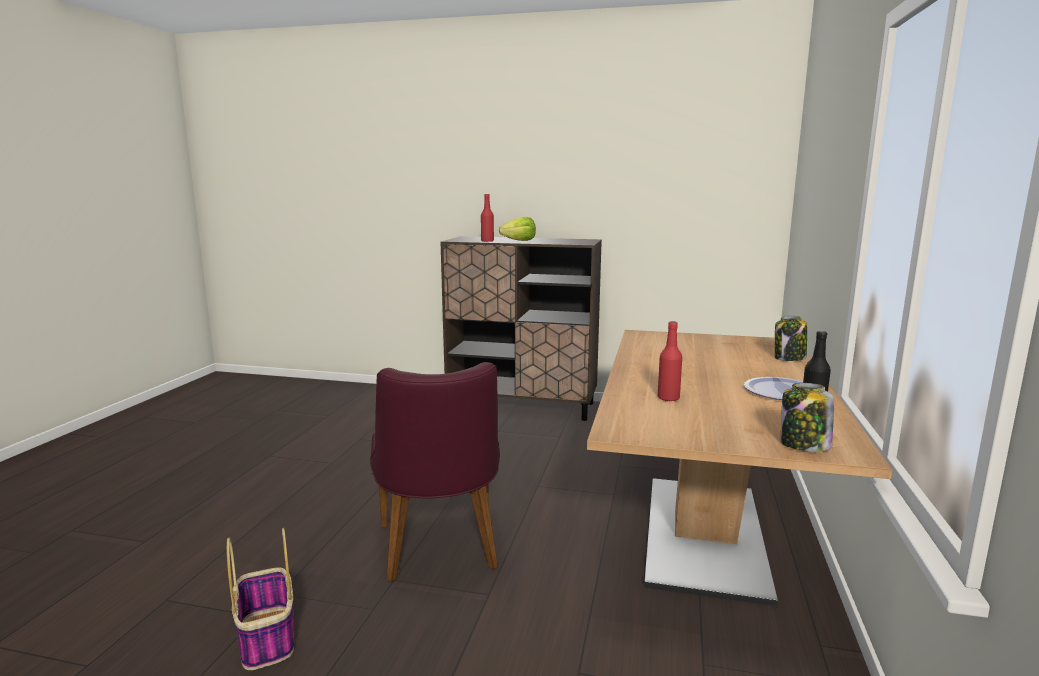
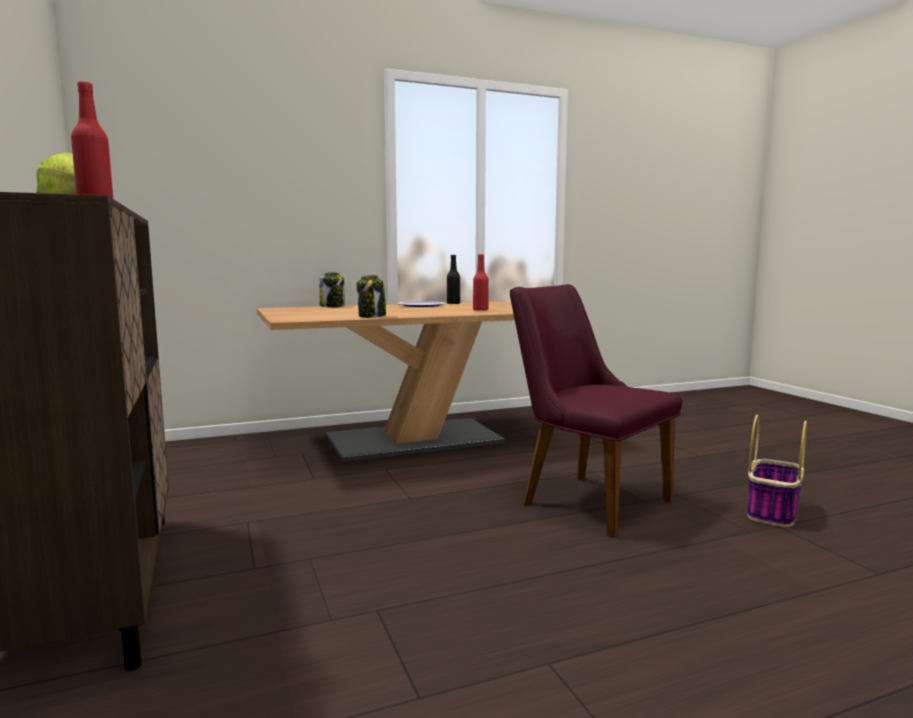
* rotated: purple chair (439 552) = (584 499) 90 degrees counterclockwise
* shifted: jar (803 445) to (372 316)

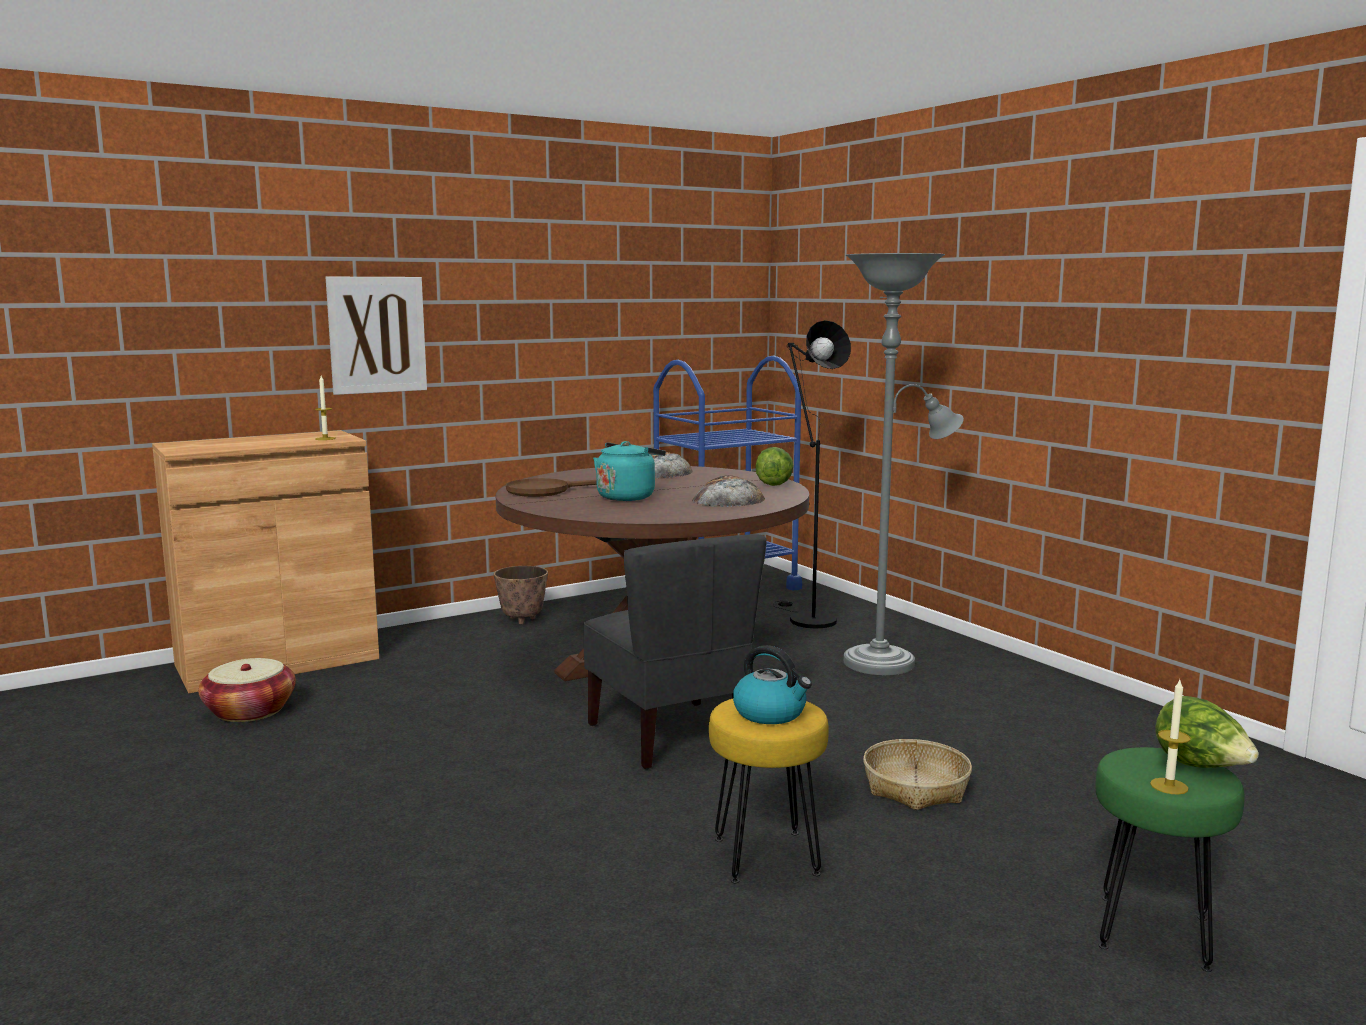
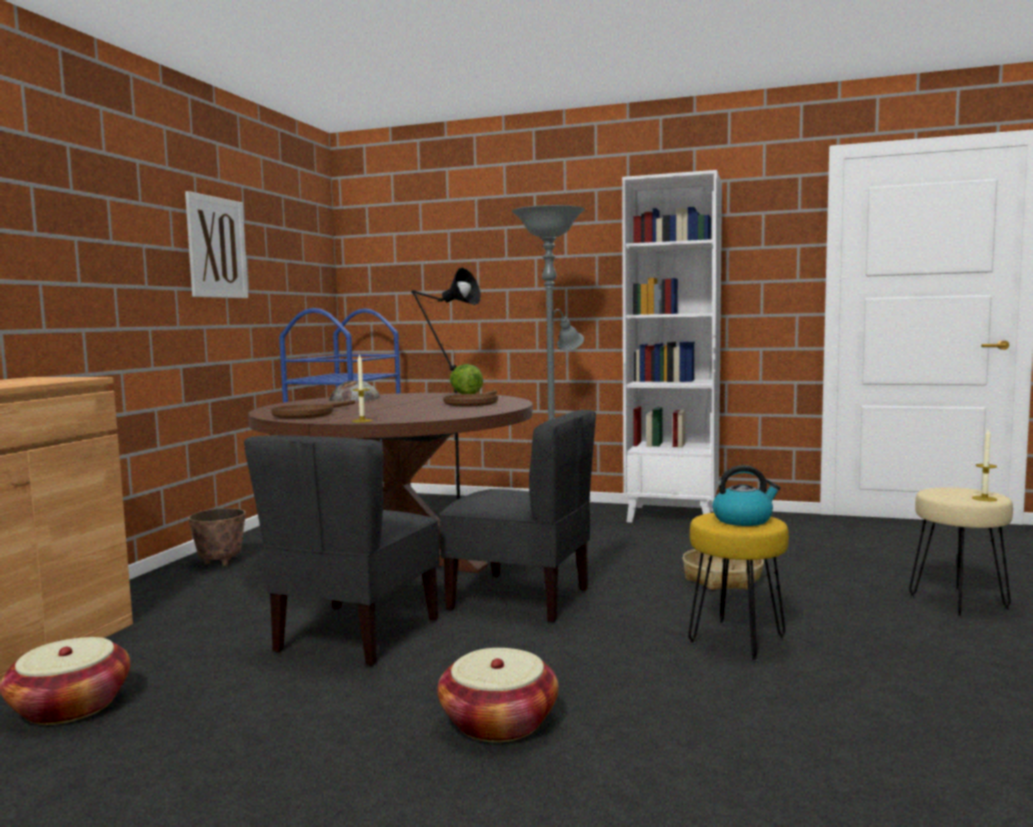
* shifted: candle (325 438) to (362 421)
* shifted: picture (377 335) to (216 247)
* gone: turquoise kettle (628 497)
* swapped: bread (728 499) to brown frying pan (473 403)
* repainted: green stool (1155 931) to beige stool (958 602)
* gone: lettuce (1201 767)
* new: grey chair (355 635)
* new: basket (499 722)
* new: white bookcase (673 516)

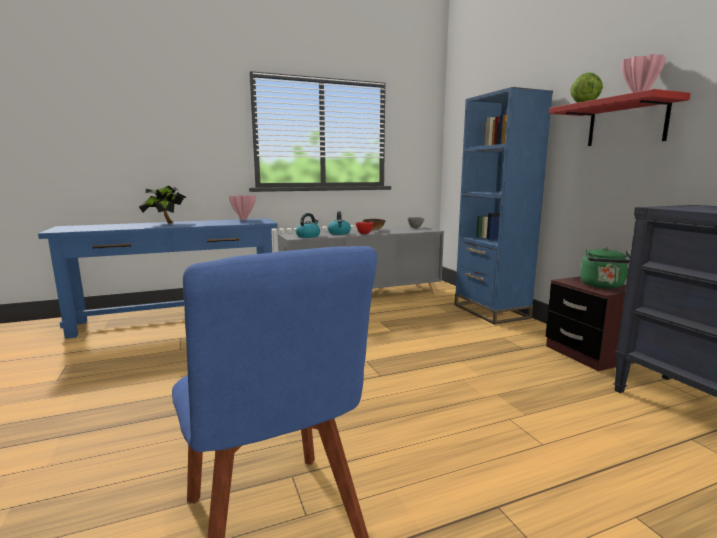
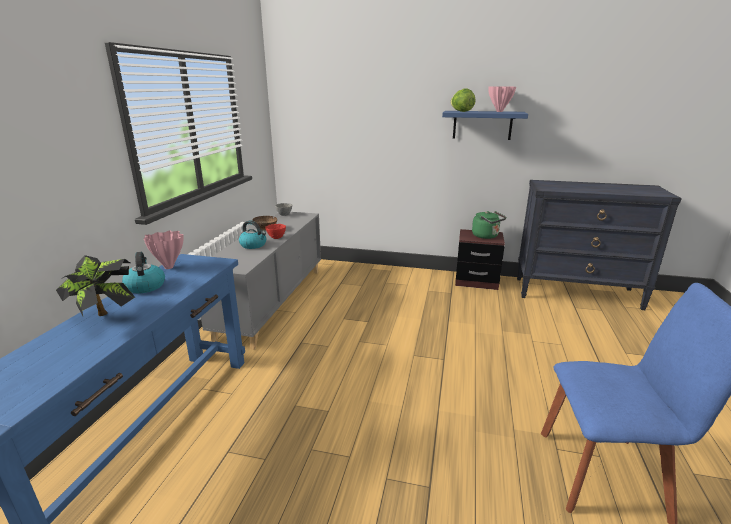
* shifted: kettle (308 236) to (145 286)
* gone: blue bookcase (491 311)
* repainted: red shelf (626 123) to blue shelf (482 125)

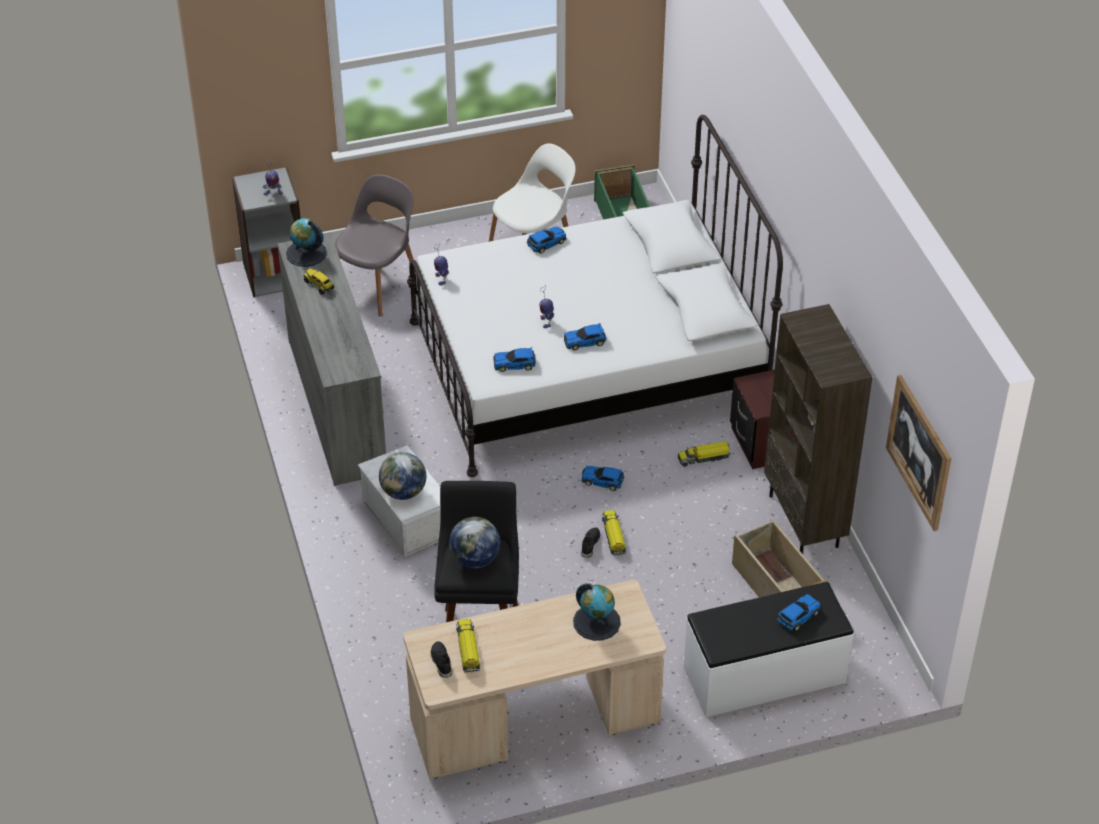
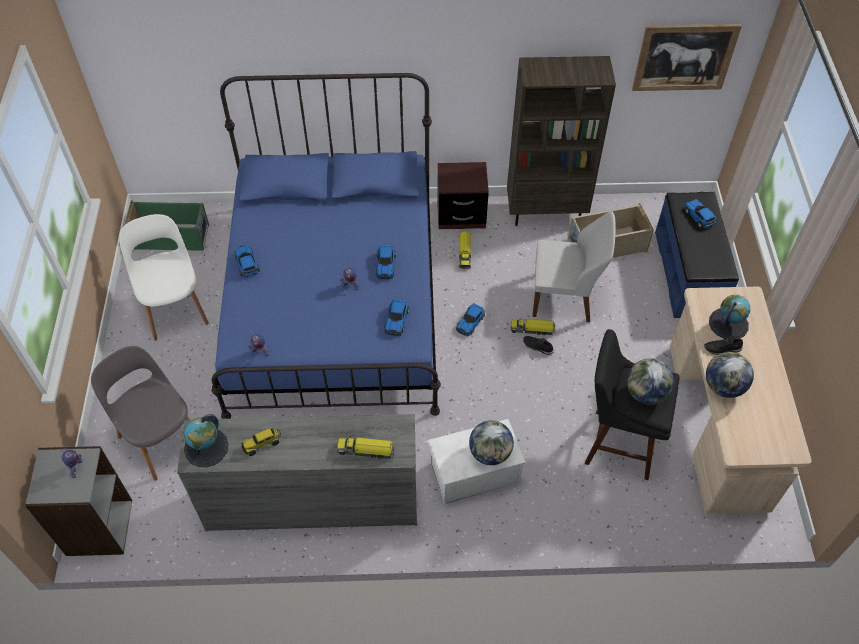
* repainted: white bed (587 366) to blue bed (335 302)
* shifted: black shoe (441 662) to (722 349)
* shifted: toy truck (468 650) to (366 450)
* repainted: white bench (764 676) to blue bench (688 273)
* new: white chair (564 298)
* new: globe (723 387)

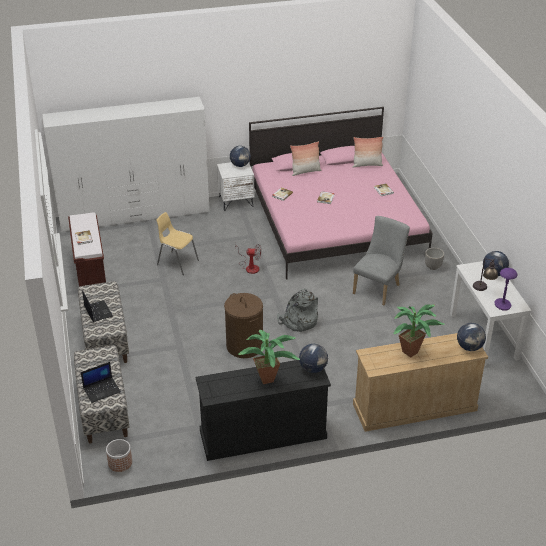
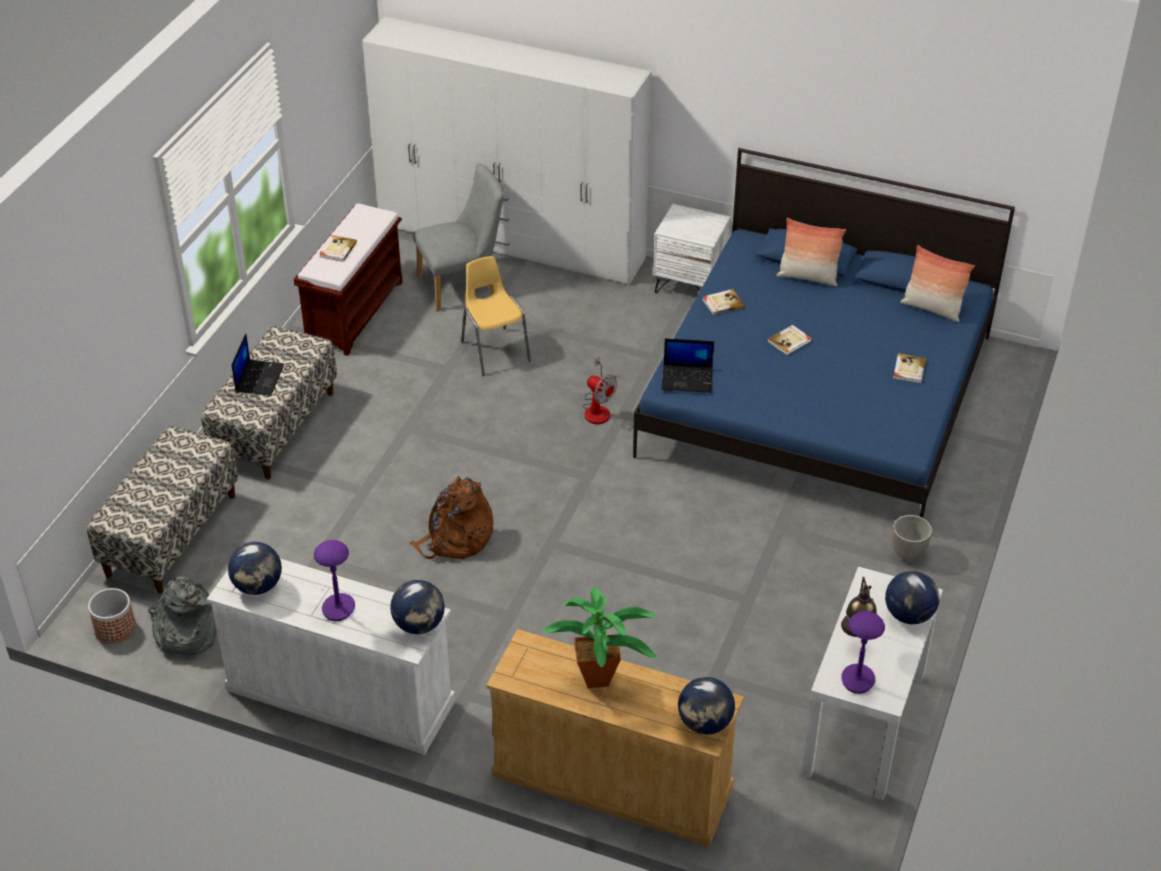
* shifted: laptop (102 390) to (688 379)
* repainted: black dresser (262 435) to white dresser (339 695)
* swapped: brown laundry basket (244 346) to brown backpack (456 539)
* shifted: globe (240 165) to (258 586)
* swapped: potted plant (270 379) to purple table lamp (338 608)
* repainted: pink bed (335 223) to blue bed (818 395)
* shifted: grey backpack (298 321) to (186 631)
* shifted: grey chair (378 288) to (463 285)

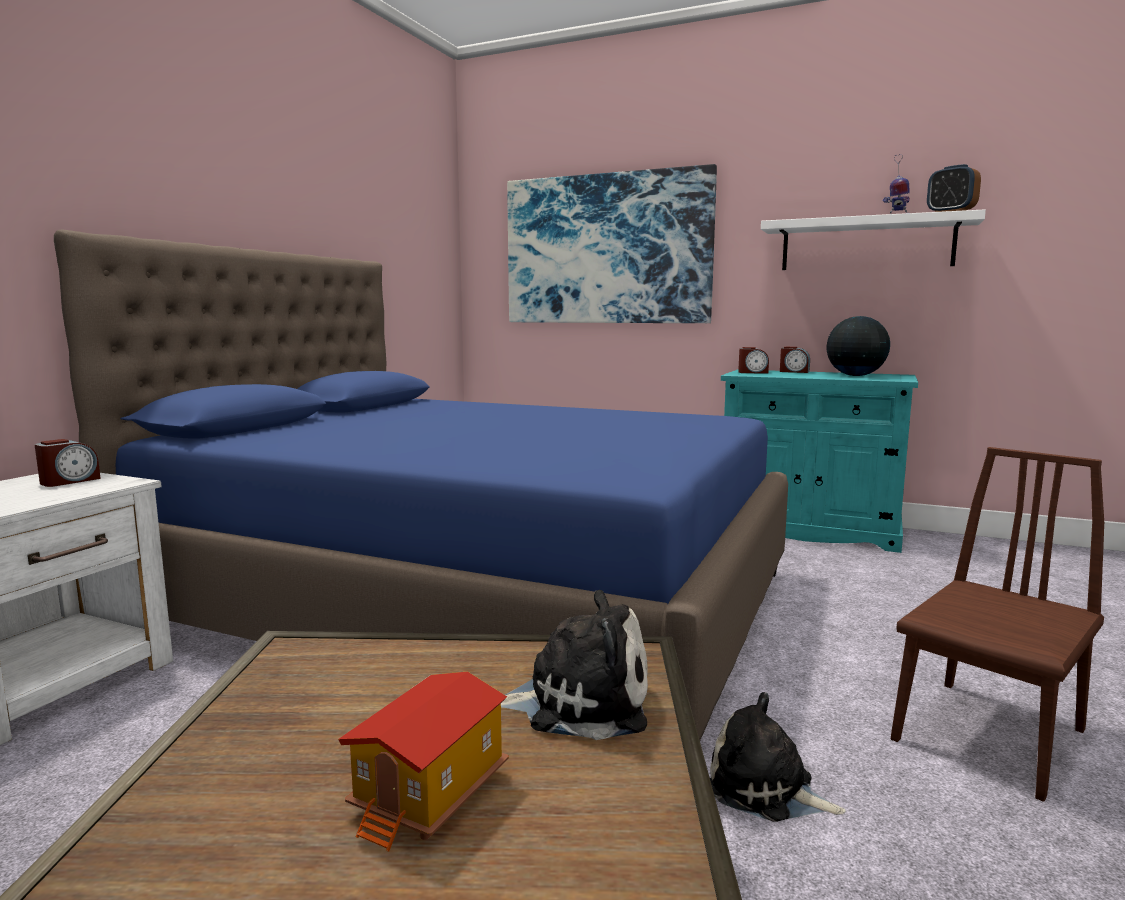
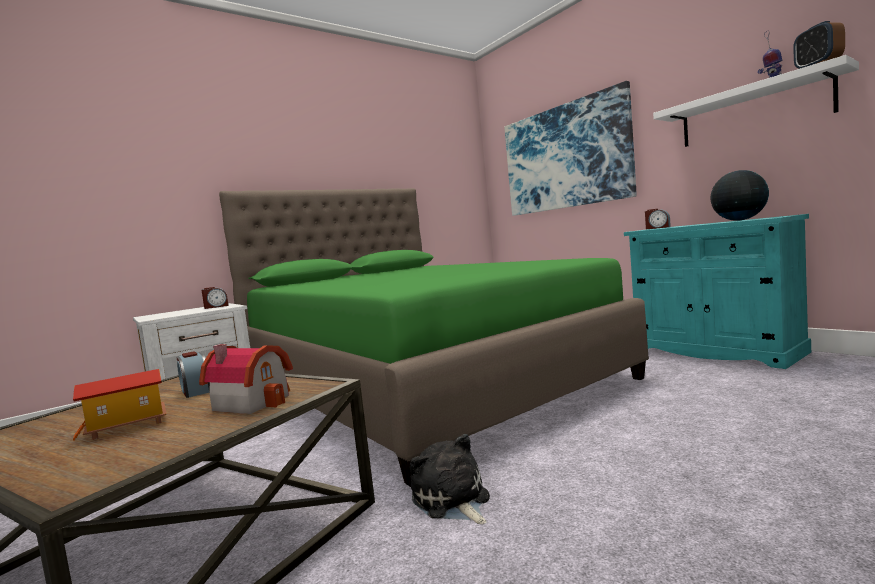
* repainted: blue bed (475 599) to green bed (422 381)
* swapped: plush toy (579 701) to toy house (253 401)
* shifted: alarm clock (794 372) to (195 390)
* gone: brown chair (988 735)

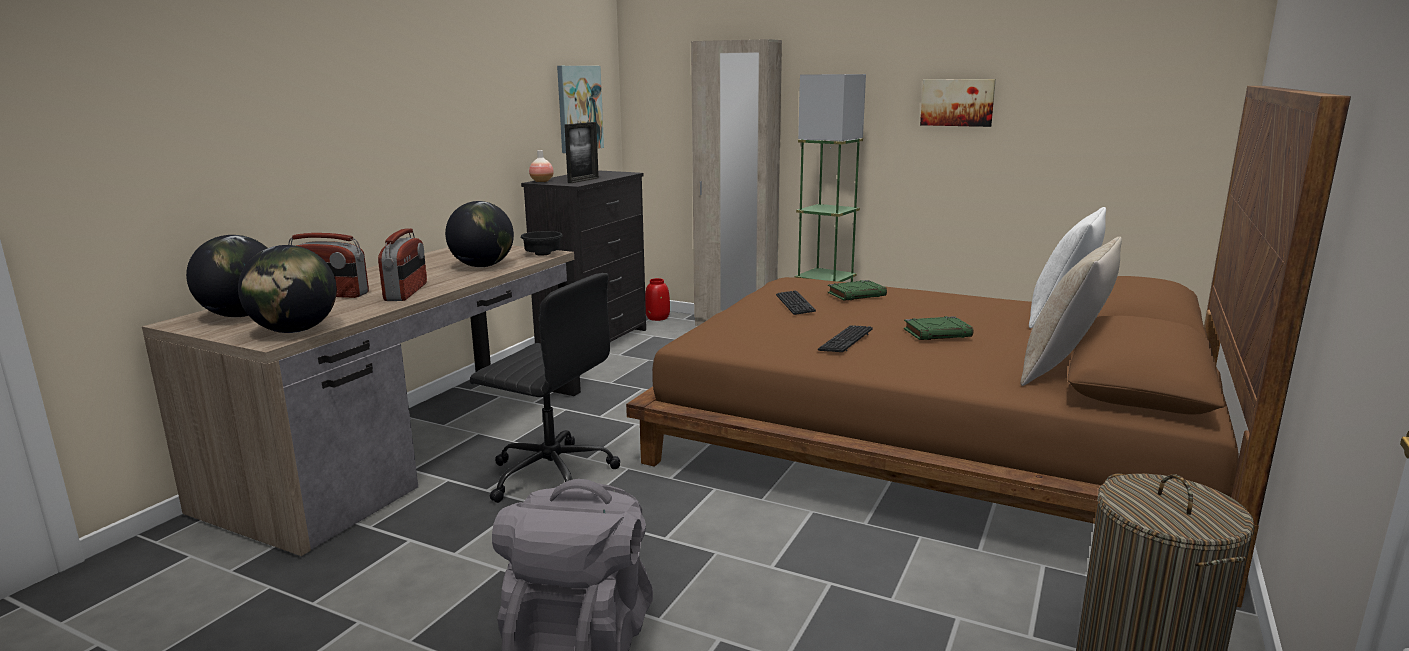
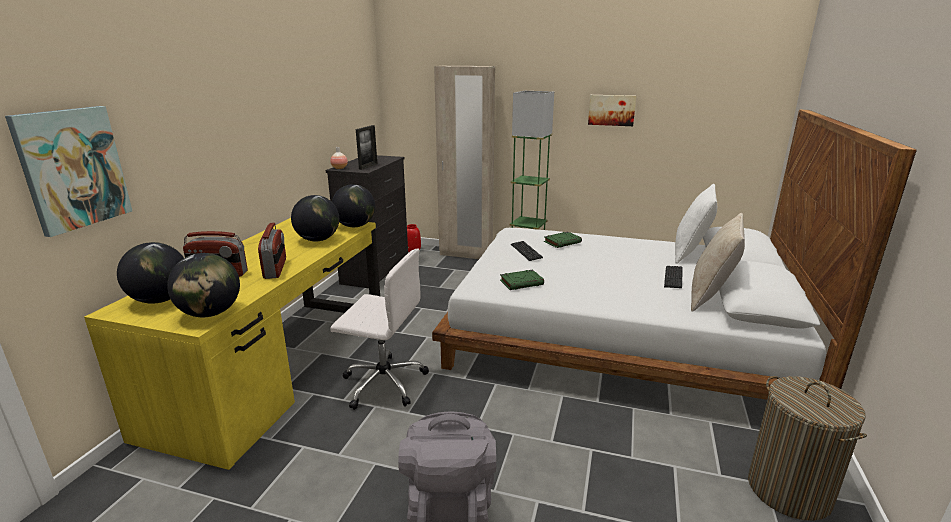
* repainted: brown desk (413 445) to yellow desk (278 367)
* repainted: black office chair (550 474) to white office chair (383 383)
* swapped: black bowl (543 254) to globe (355 226)
* shifted: picture (579 108) to (73 168)
* repainted: brown bed (932 441) to white bed (617 335)
* shifted: keyboard (846 340) to (673 278)
* shifted: green book (938 333) to (522 282)

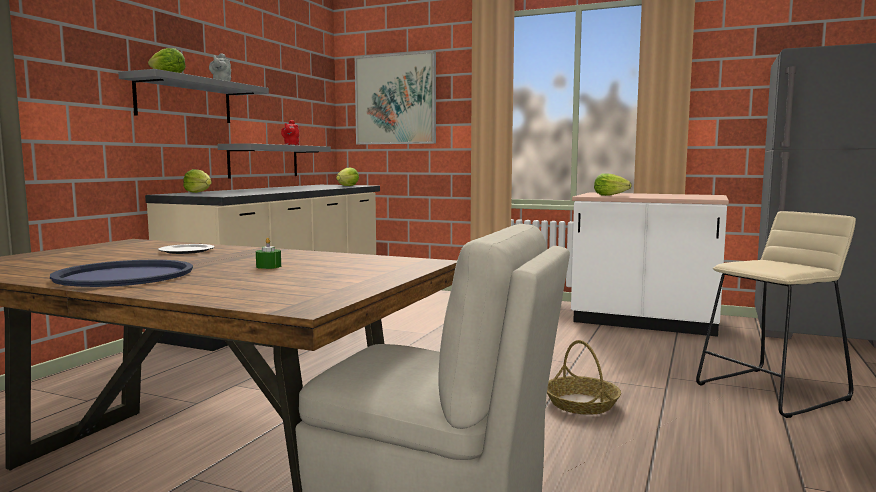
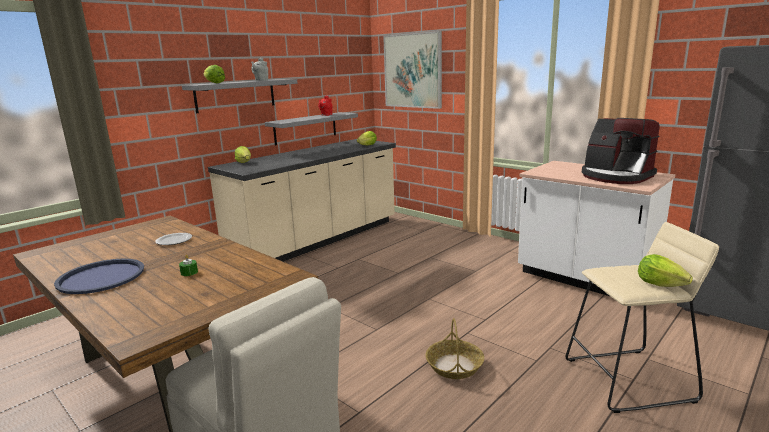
* shifted: lettuce (610 195) to (660 284)
* new: coffee machine (615 176)

